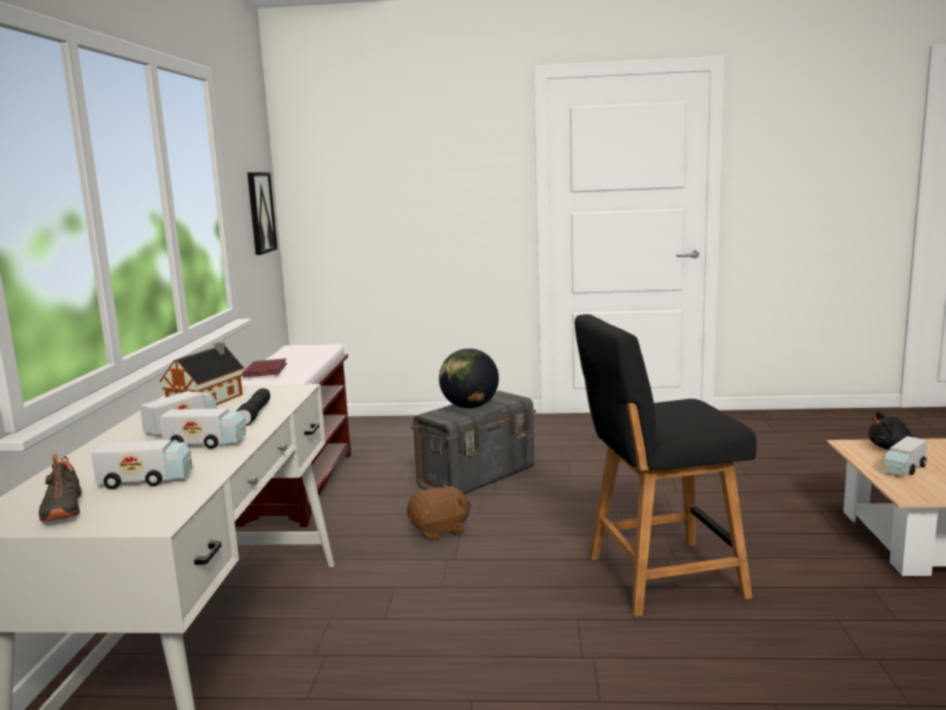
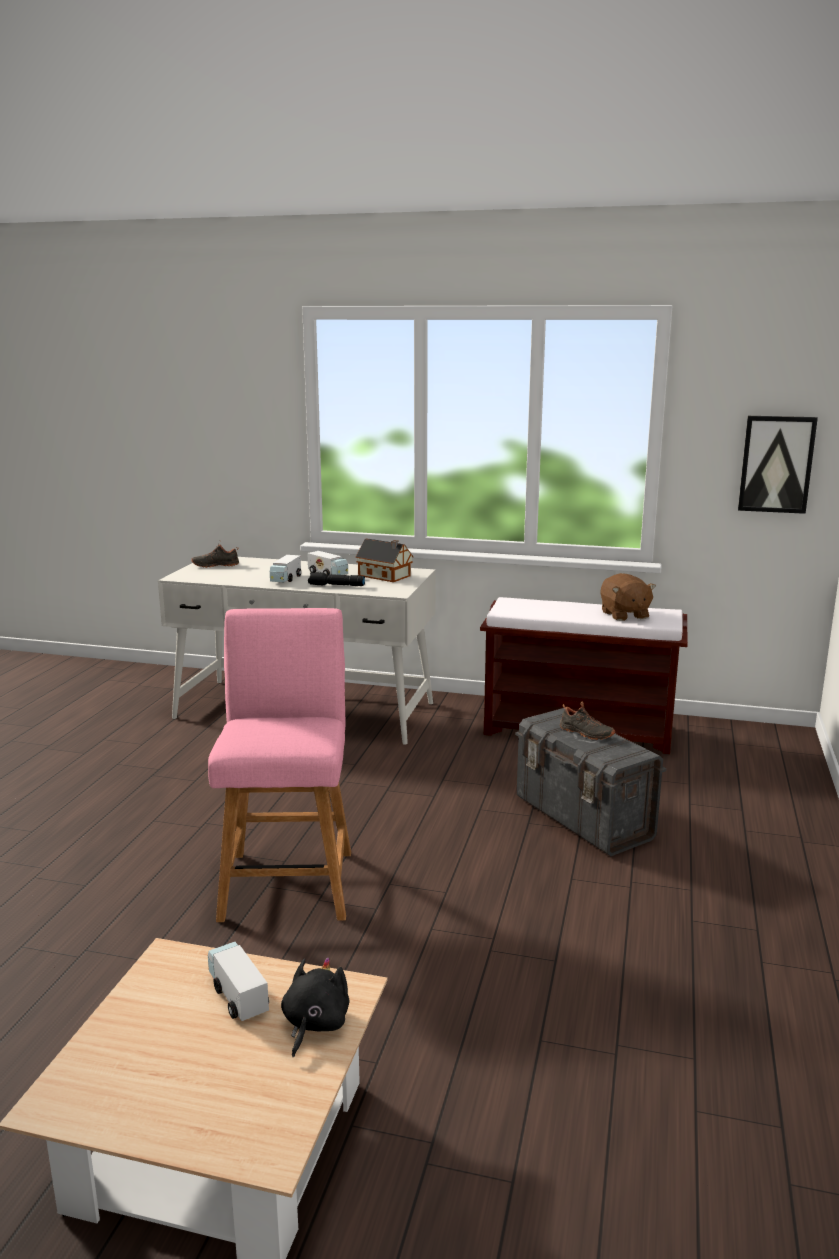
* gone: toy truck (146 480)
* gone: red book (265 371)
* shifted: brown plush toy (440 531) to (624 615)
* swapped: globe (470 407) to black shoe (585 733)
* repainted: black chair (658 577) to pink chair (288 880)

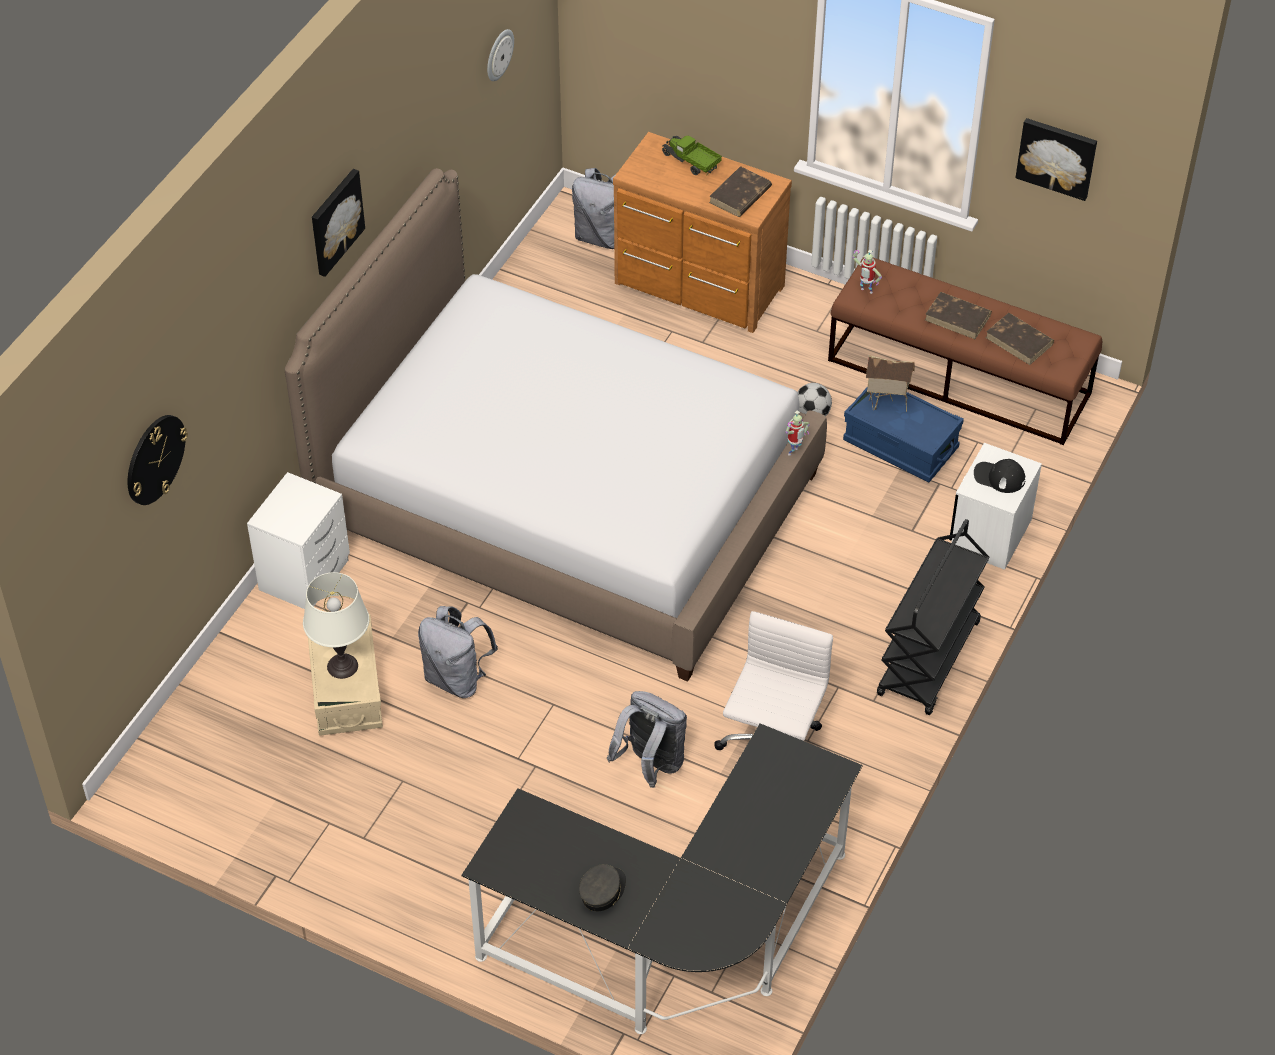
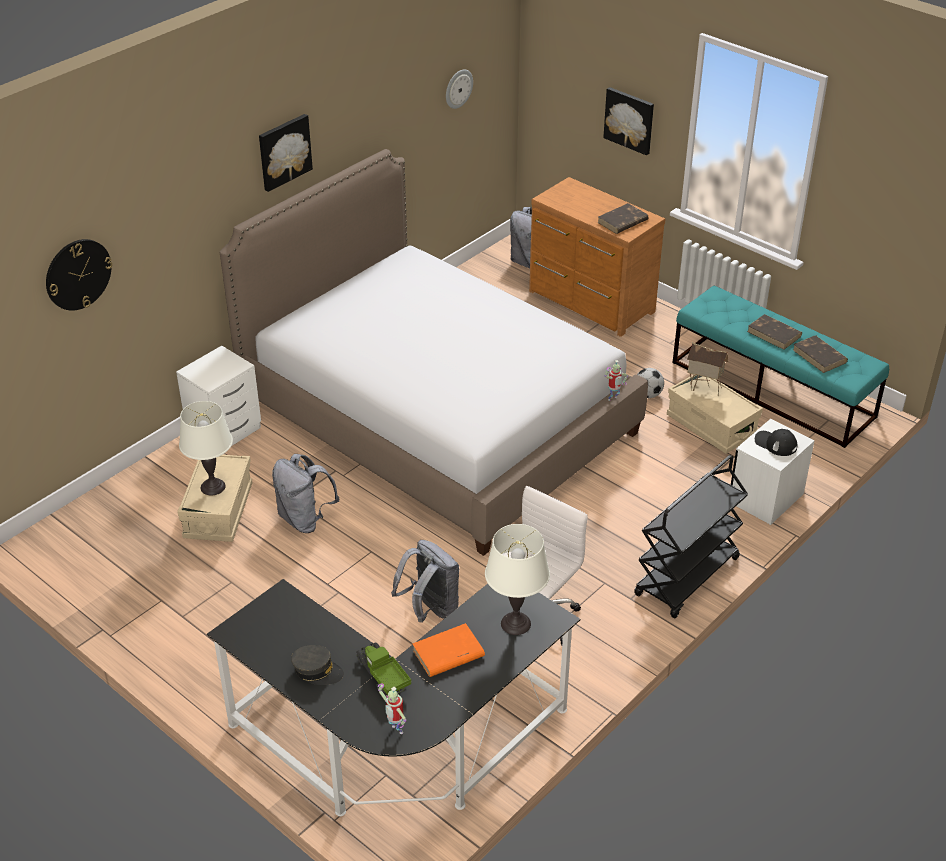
* rotated: grey cap (602 891) = (317 671) 60 degrees clockwise
* shifted: toy truck (690 162) to (382 676)
* repainted: brown bench (959 377) to turquoise bench (773 389)
* repainted: blue storage box (900 445) to beige storage box (711 426)
* shifted: toy robot (865 292) to (395 730)
* shifted: picture (1057 157) to (630 120)
* new: orange book (447 654)
* new: white table lamp (515 623)

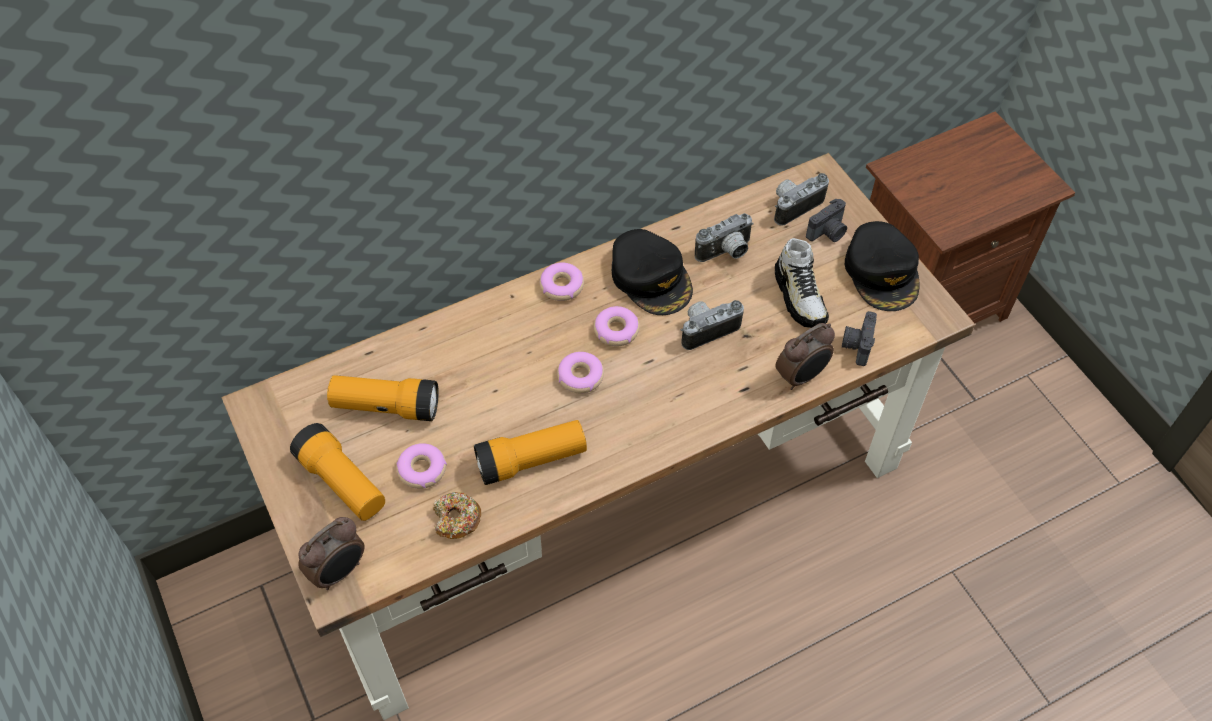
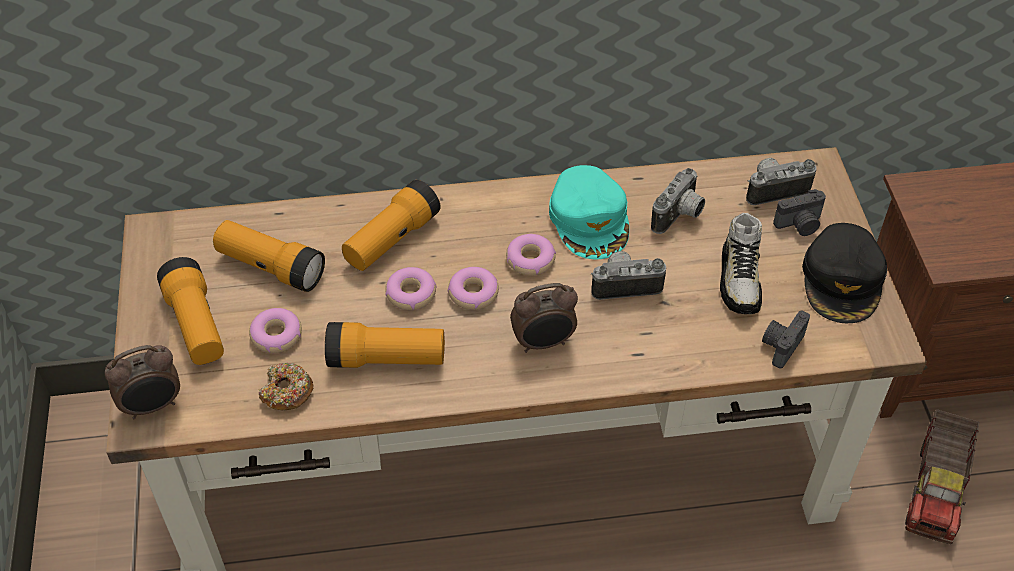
* shifted: donut (561 286) to (411 293)
* repainted: black cap (651 278) to turquoise cap (590 219)
* rotated: photo camera (726 253) = (680 216) 45 degrees counterclockwise
* shifted: alarm clock (801 376) to (544 343)
* new: flashlight (391 240)
* new: toy truck (937 489)

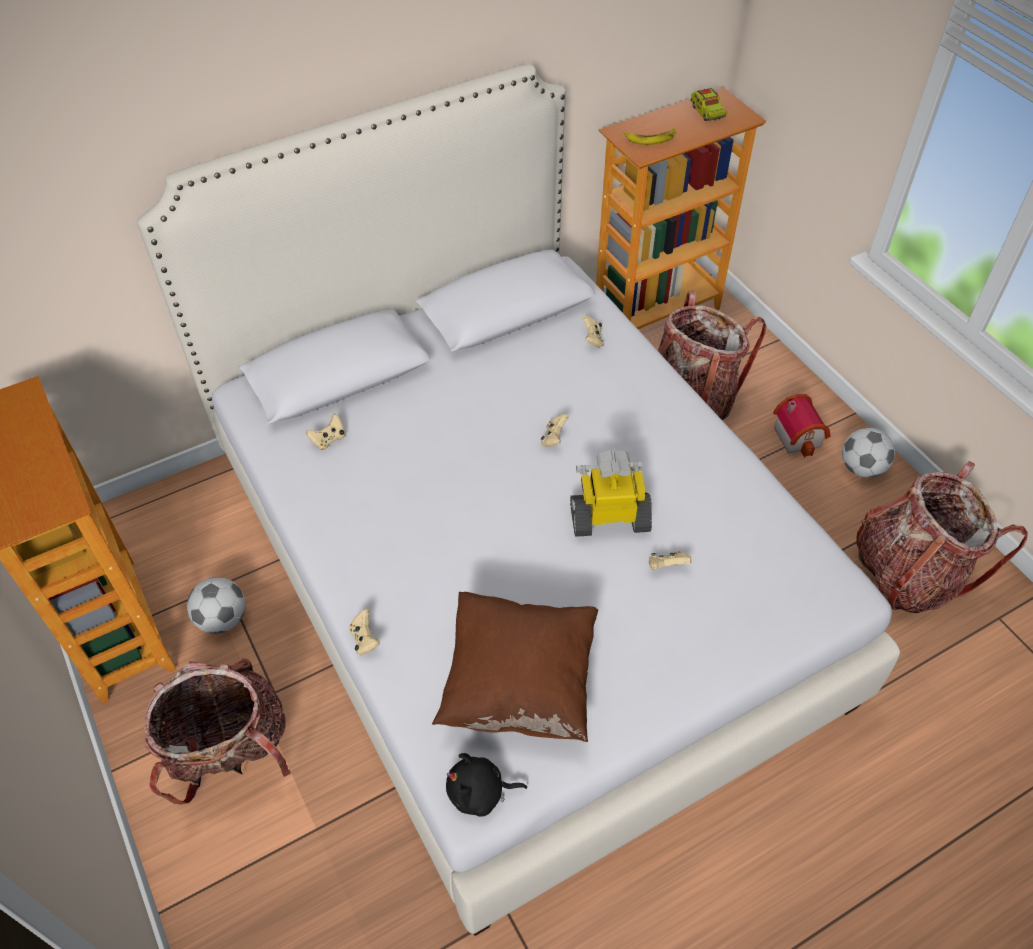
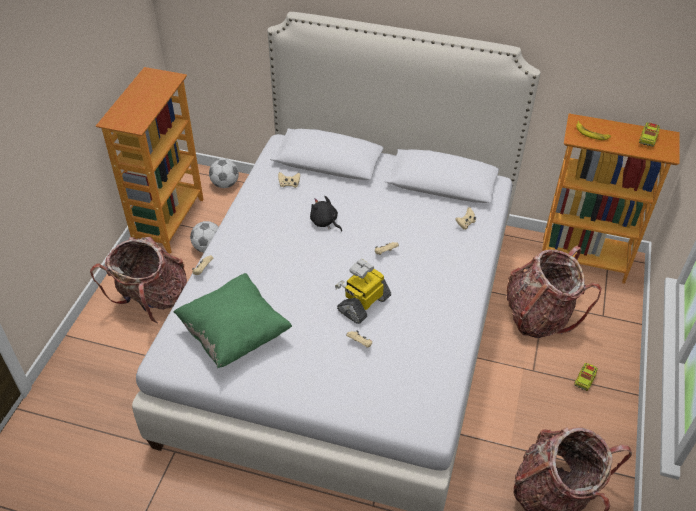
* repainted: brown pillow (519 684) to green pillow (235 334)
* shifted: black plush toy (480 793) to (325 222)
* rotated: toy robot (609 517) = (363 303) 90 degrees counterclockwise
* swapped: toy house (799 435) to toy truck (585 379)
* shifted: football (861 468) to (225 184)

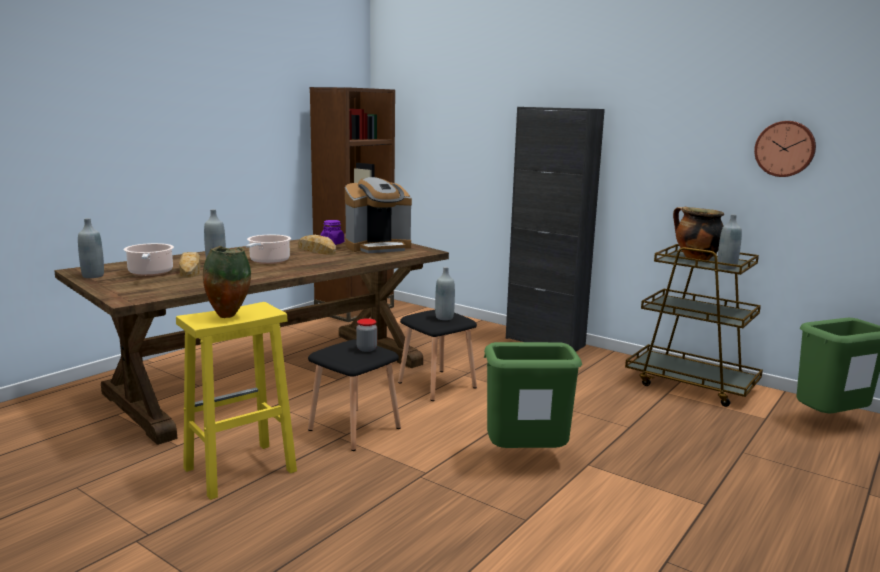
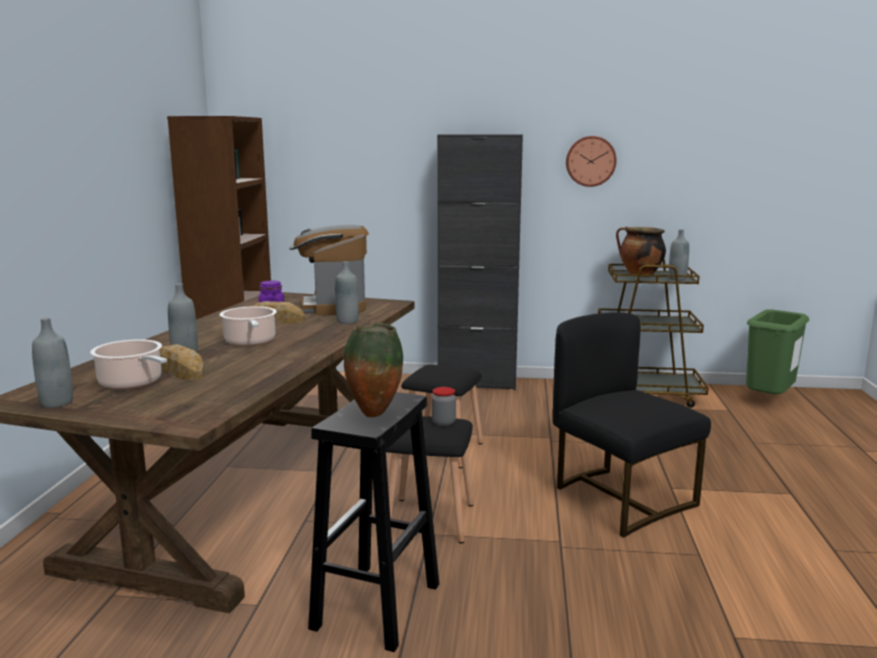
* repainted: yellow stool (238 471) to black stool (376 607)
* rotated: coffee machine (378 247) = (333 306) 135 degrees clockwise
* shifted: grey bottle (444 317) to (347 321)
* swapped: green trash can (526 458) to black chair (620 498)
* shifted: wall clock (785 148) to (590 161)

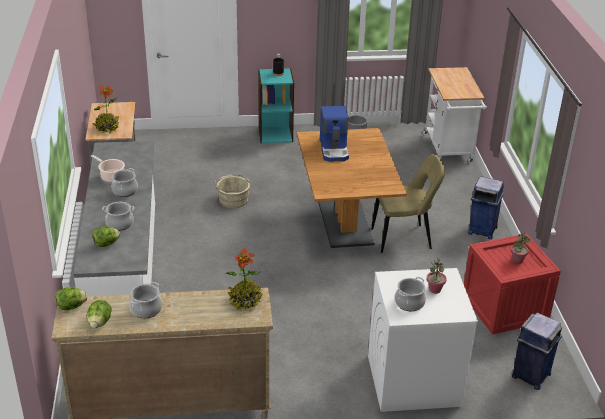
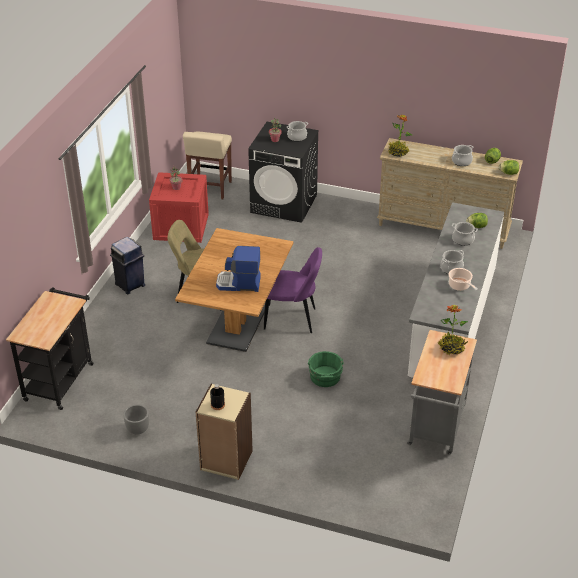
* repainted: beige bucket (232 199) to green bucket (325 378)
* repainted: turquoise bookcase (275 134) to beige bookcase (226 461)
* rotated: coffee machine (334 150) = (239 283) 105 degrees counterclockwise
* repainted: white washing machine (413 381) to black washing machine (284 203)
* repainted: white cart (449 150) to black cart (61 378)
* swapped: blue trash can (530 376) to beige stool (210 189)
* new: purple chair (293 319)

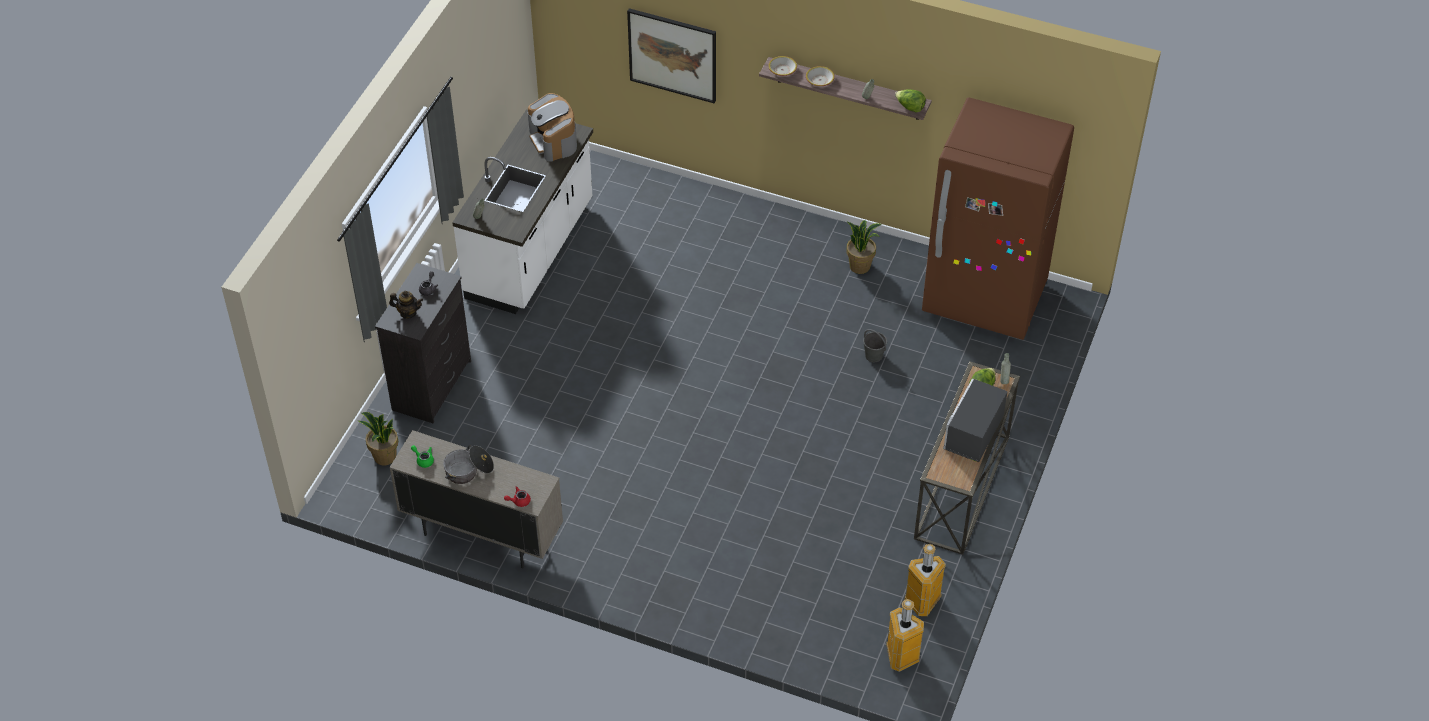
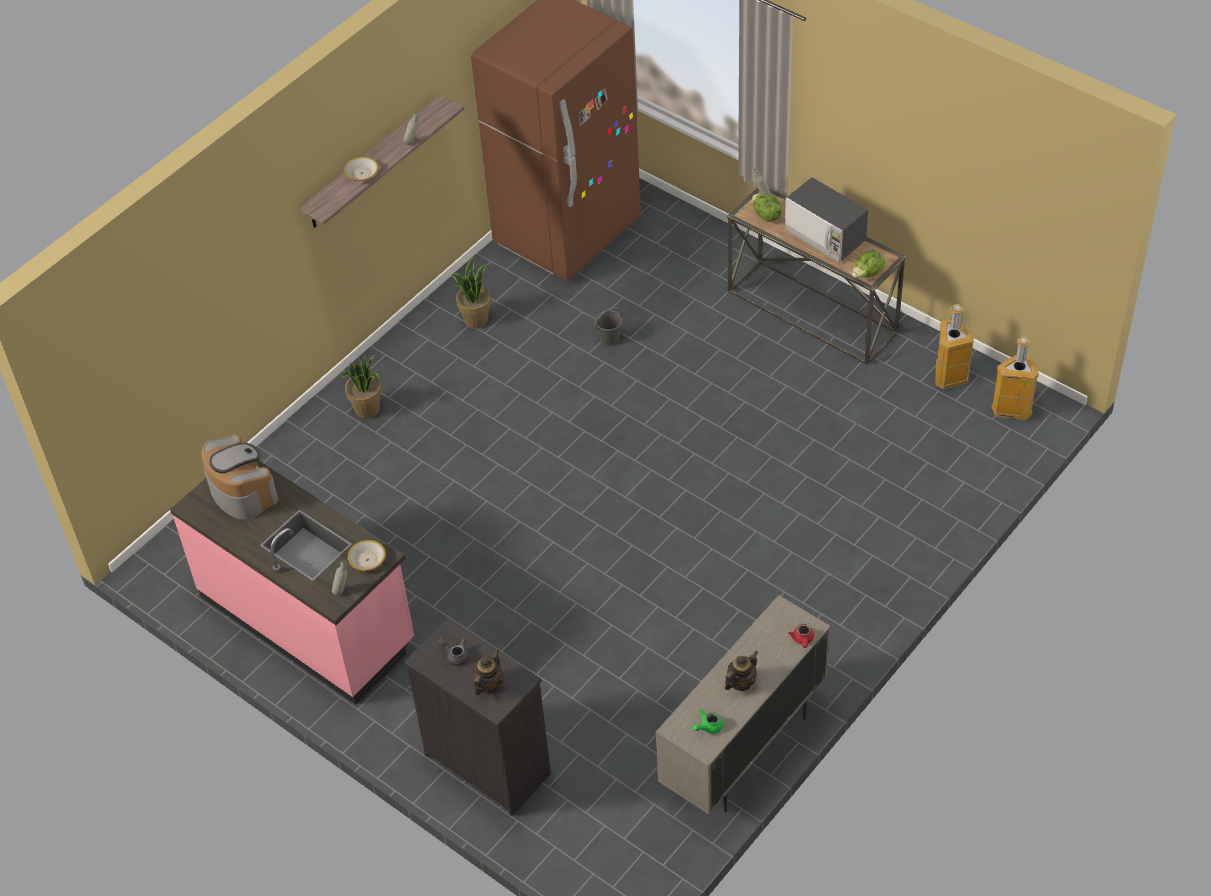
* shifted: potted plant (384 457) to (367 409)
* swapped: cooking pot (469 471) to teapot (741 682)
* repainted: white counter (531 251) to pink counter (308 619)
* rotated: coffee machine (554 140) = (241 490) 120 degrees counterclockwise
* gone: picture (673 54)
* shifted: bowl (782 70) to (367 560)
* shifted: lettuce (910 107) to (867 274)

